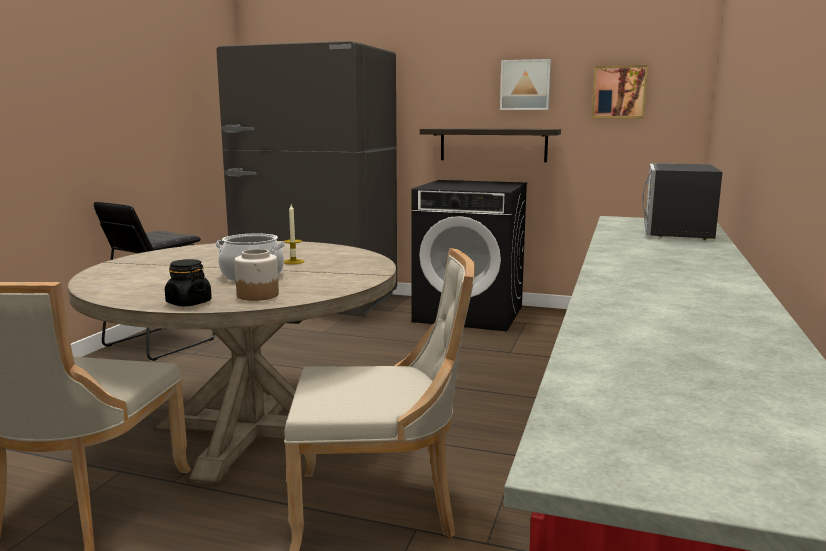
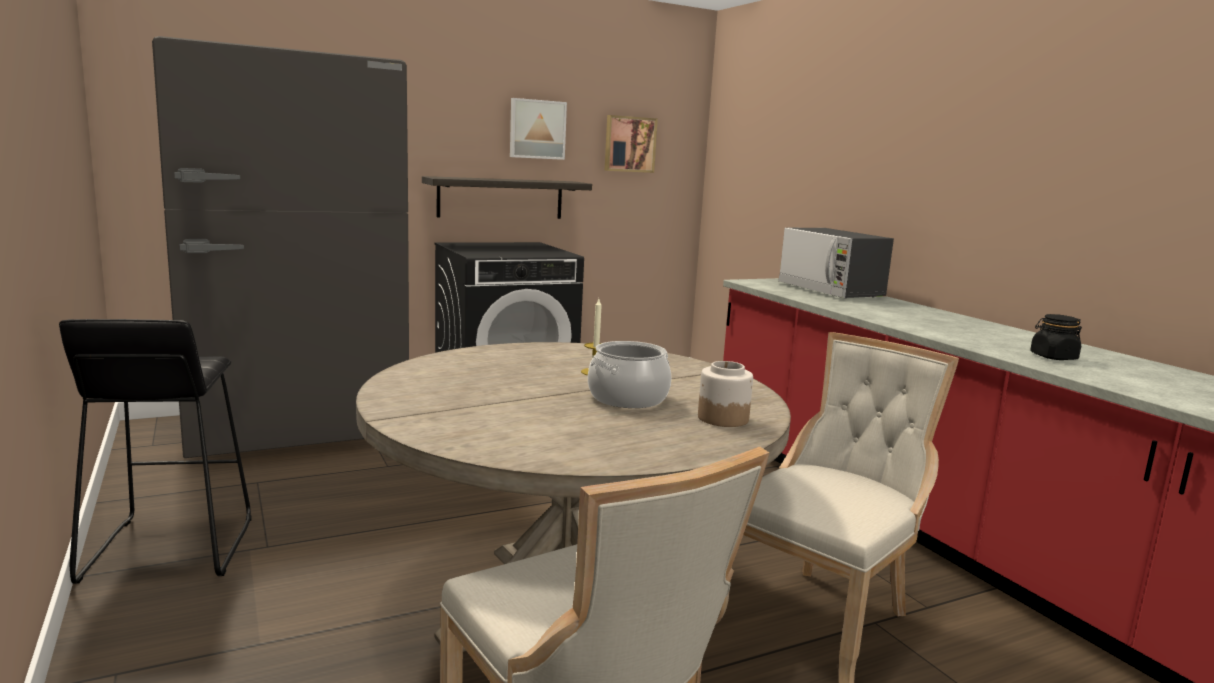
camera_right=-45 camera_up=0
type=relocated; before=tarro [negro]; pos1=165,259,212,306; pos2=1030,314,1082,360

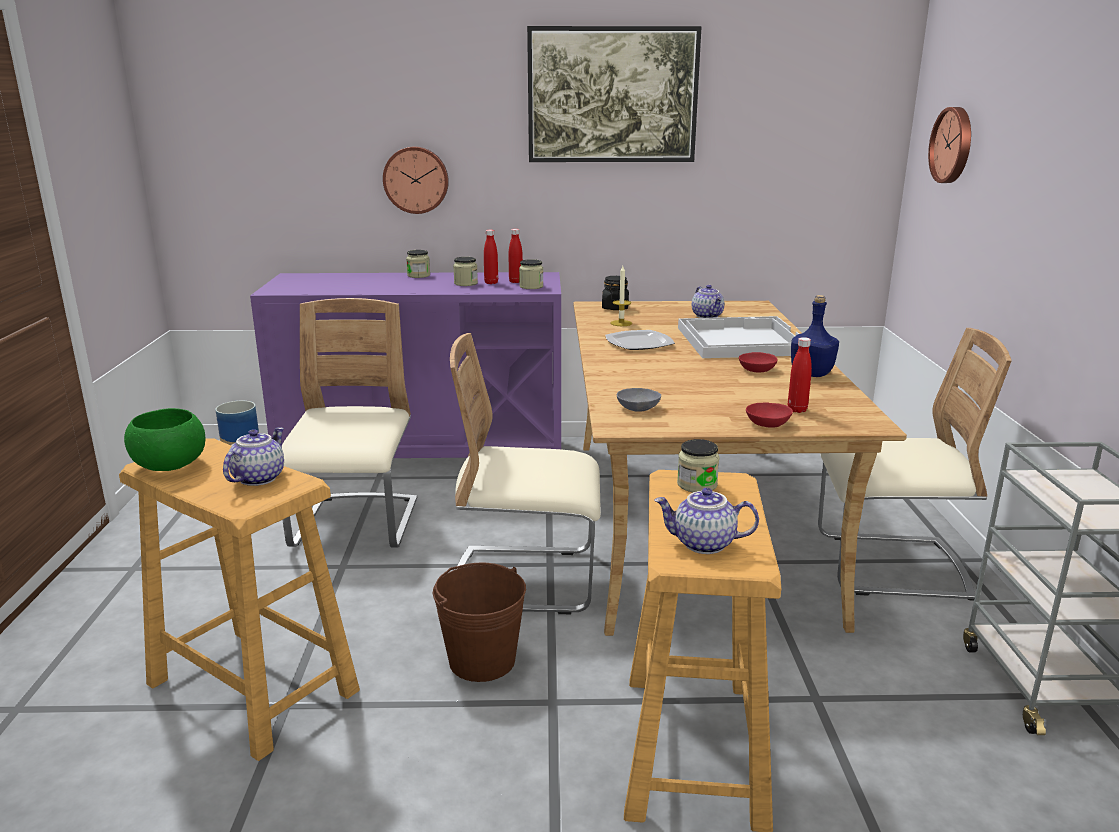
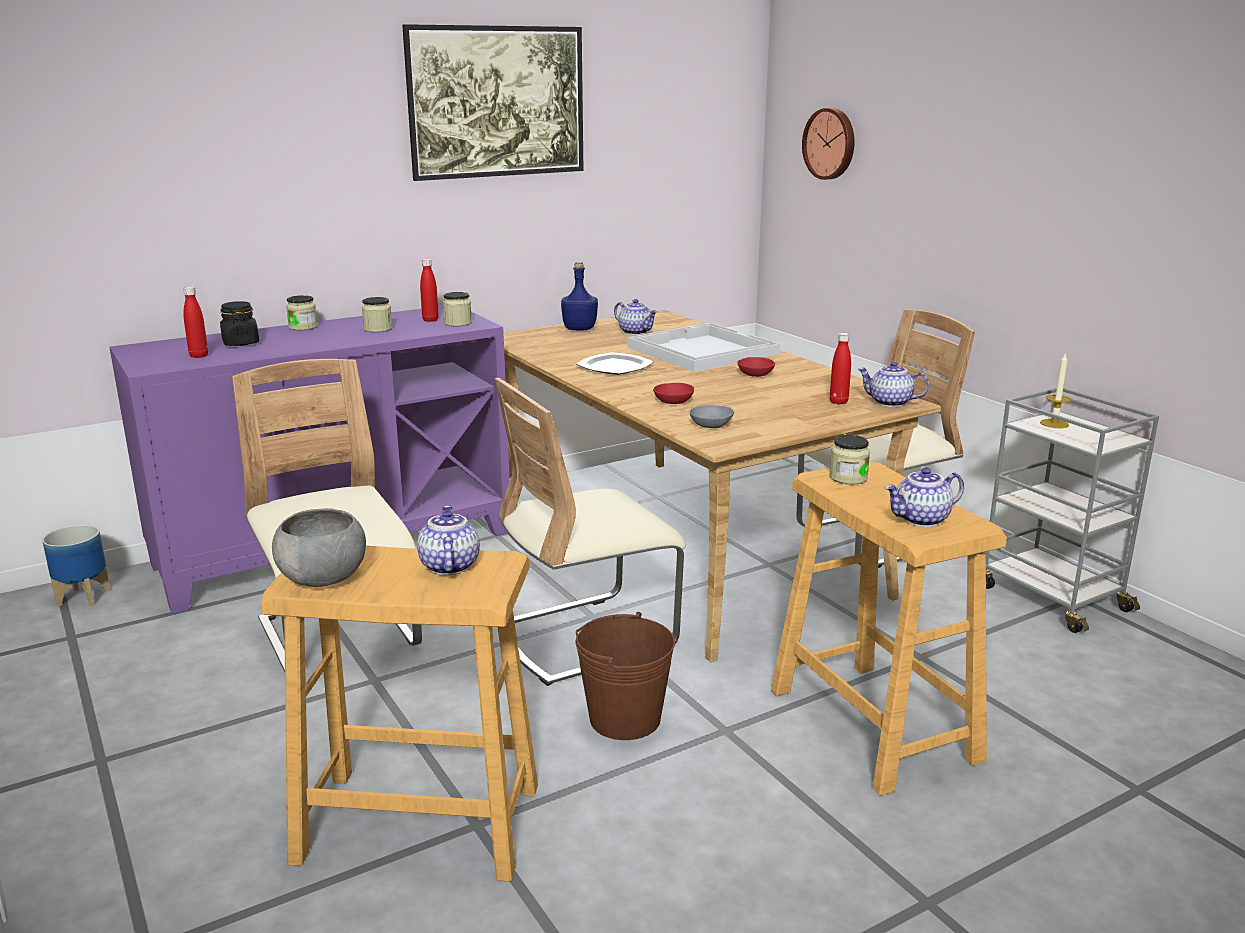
camera_right=-30 camera_up=0
type=colour; before=cuenco [verde]; after=cuenco [gris]; pos1=124,408,206,471; pos2=272,508,366,587
type=missing; before=reloj de pared; pos1=383,147,449,214
type=relocated; before=botella [rojo]; pos1=484,230,498,284; pos2=183,287,208,358
type=relocated; before=tarro [negro]; pos1=602,276,629,310; pos2=220,301,259,346
type=relocated; before=vela; pos1=611,266,632,326; pos2=1040,353,1071,428
type=relocated; before=cuenco [rojo]; pos1=746,402,793,428; pos2=653,383,694,404
type=relocated; before=botella [azul]; pos1=791,295,839,377; pos2=561,262,598,331
type=appeared; after=tetera; pos2=858,362,929,407

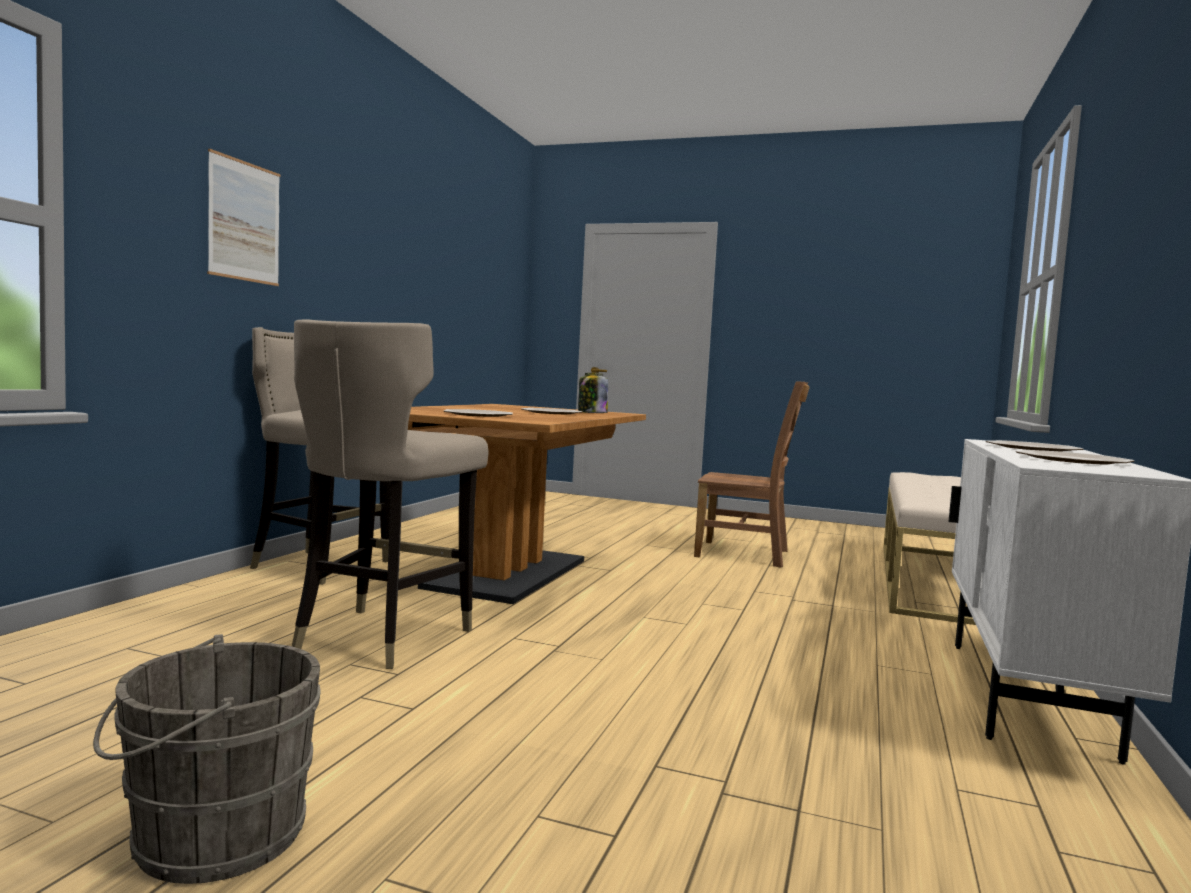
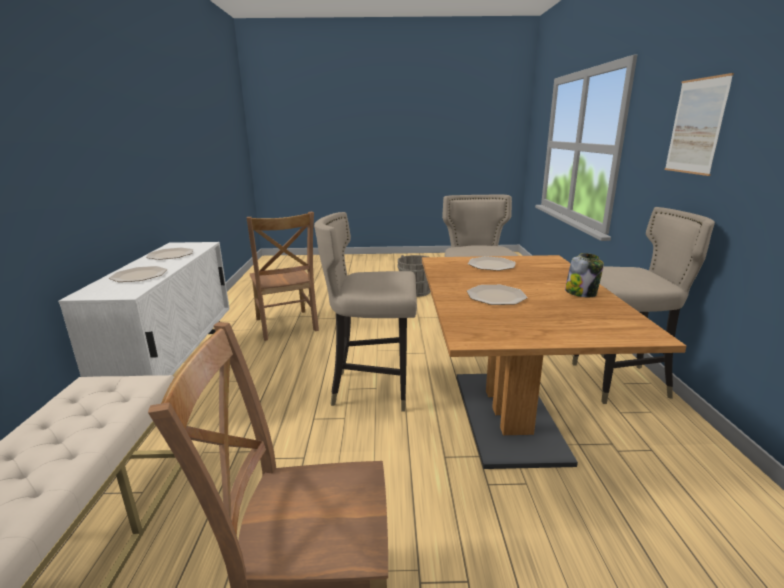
camera_right=160 camera_up=15
type=relocated; before=tarro; pos1=578,373,608,413; pos2=565,253,604,297
type=appeared; after=silla [marrón]; pos2=247,212,319,341
type=appeared; after=taburete [beis]; pos2=314,212,417,412

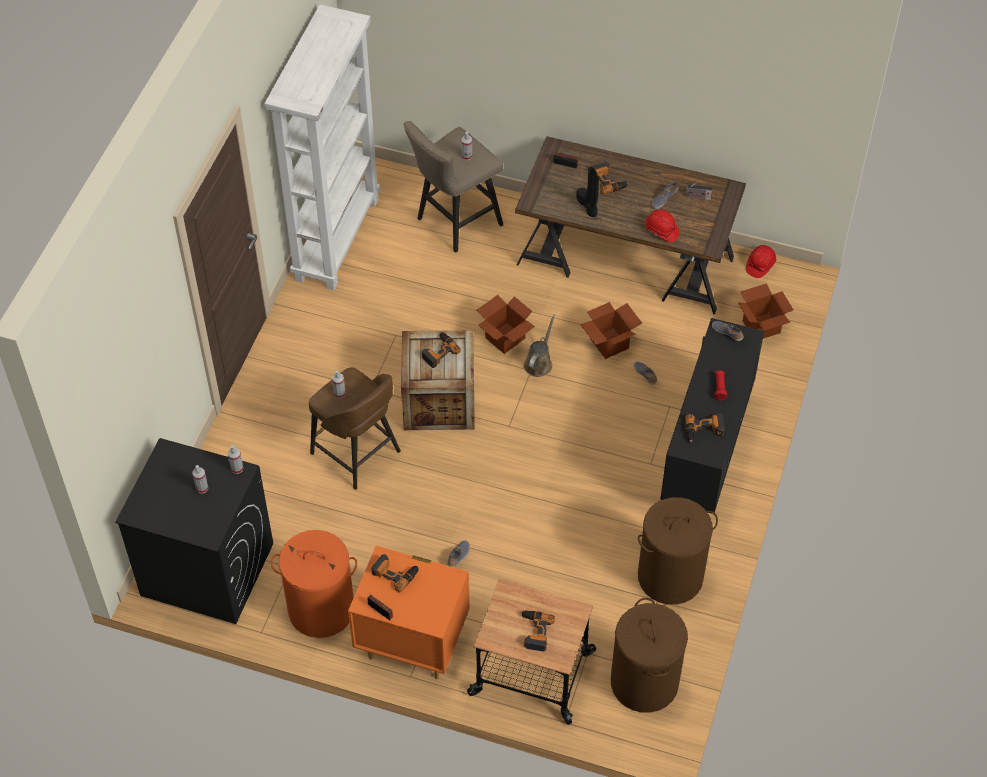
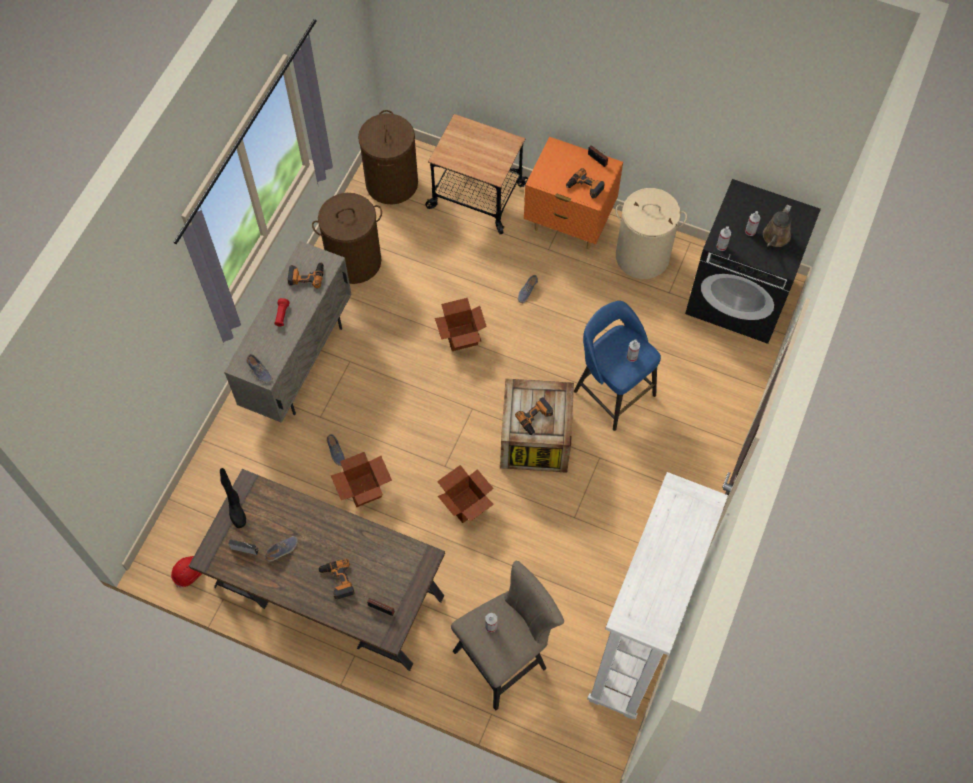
camera_right=-175 camera_up=10
type=colour; before=cesto de la ropa [naranja]; after=cesto de la ropa [beis]; pos1=271,530,357,638; pos2=616,188,687,279
type=colour; before=taburete [marrón]; after=taburete [azul]; pos1=309,367,401,490; pos2=574,301,661,431
type=missing; before=taladro; pos1=520,611,555,652
type=relocated; before=regadera [marrón]; pos1=524,314,555,377; pos2=763,204,792,247
type=relocated; before=bota [negro]; pos1=576,167,599,217; pos2=220,468,246,528
type=missing; before=casco [rojo]; pos1=645,210,680,243
type=colour; before=armario [negro]; after=armario [beis]; pos1=660,318,764,513; pos2=224,241,352,423
type=relocated; before=caja de cartón; pos1=738,283,794,339; pos2=435,298,487,351

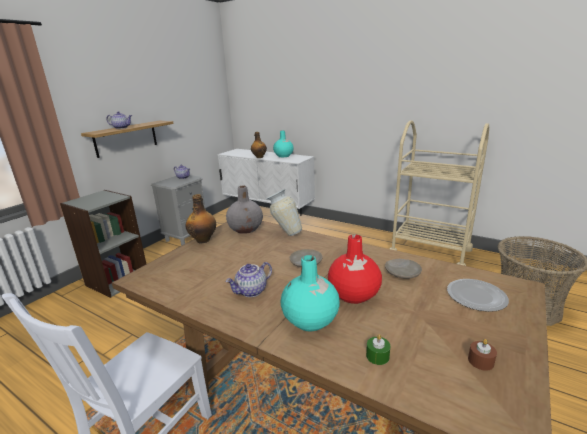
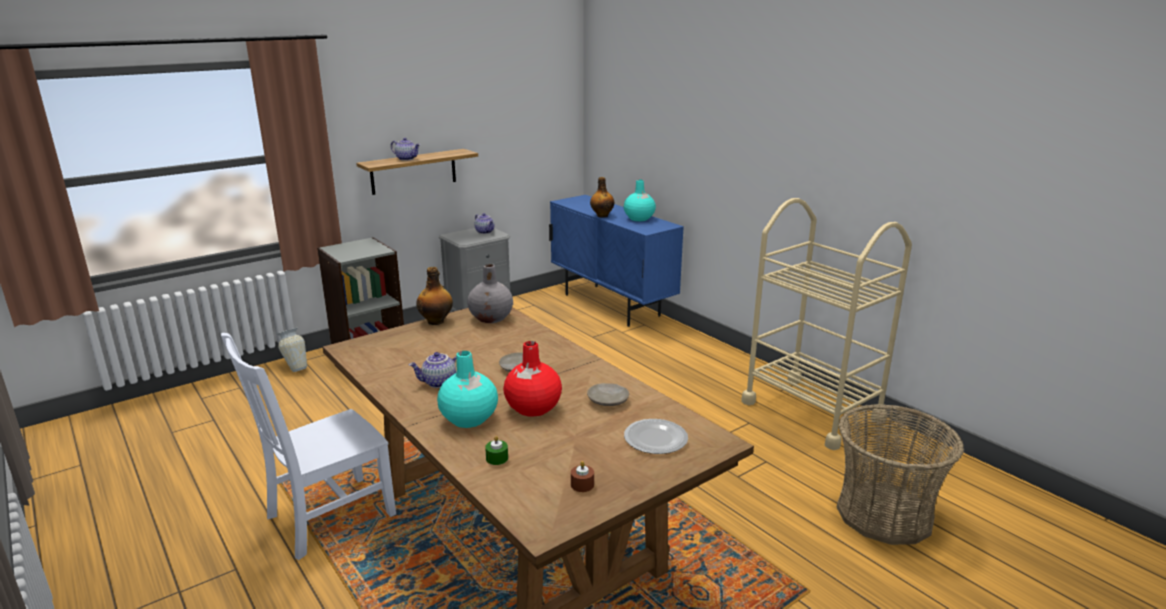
camera_right=20 camera_up=0
type=colour; before=armario [blanco]; after=armario [azul]; pos1=218,149,315,216; pos2=549,195,684,327
type=relocated; before=florero; pos1=266,188,302,236; pos2=276,328,307,372

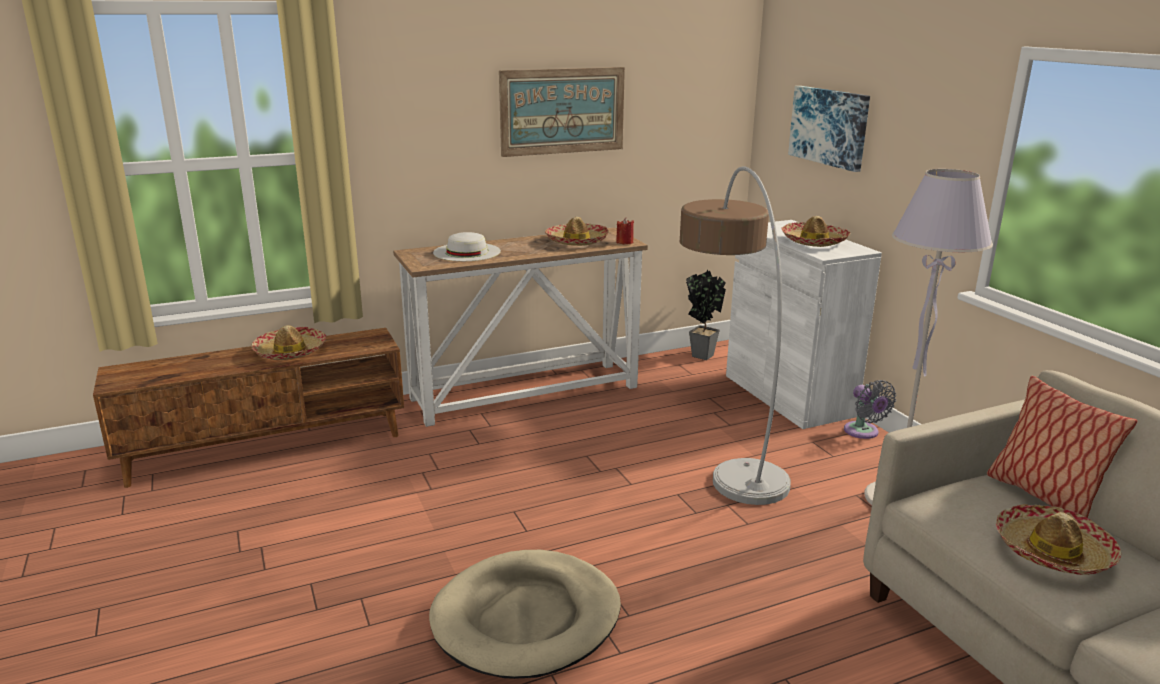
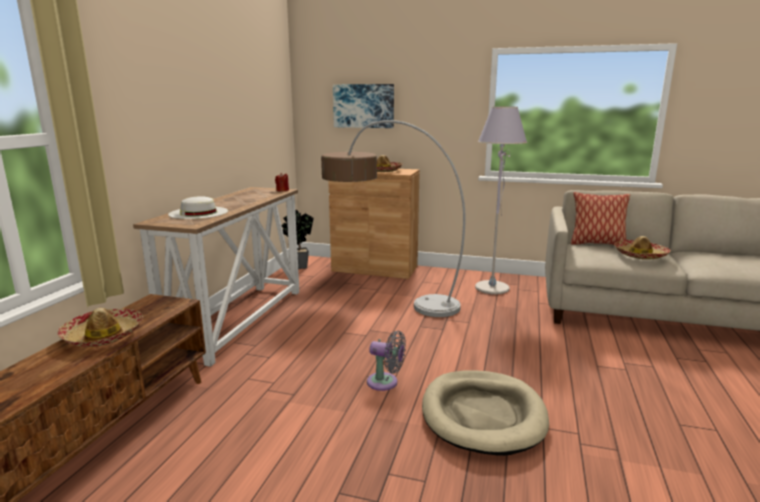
camera_right=-50 camera_up=-5
type=missing; before=cuadro; pos1=499,67,625,157
type=missing; before=sombrero; pos1=545,217,609,246
type=colour; before=armario [blanco]; after=armario [marrón]; pos1=726,220,882,429; pos2=328,169,420,279
type=relocated; before=ventilador [gris]; pos1=844,380,897,439; pos2=367,331,406,391

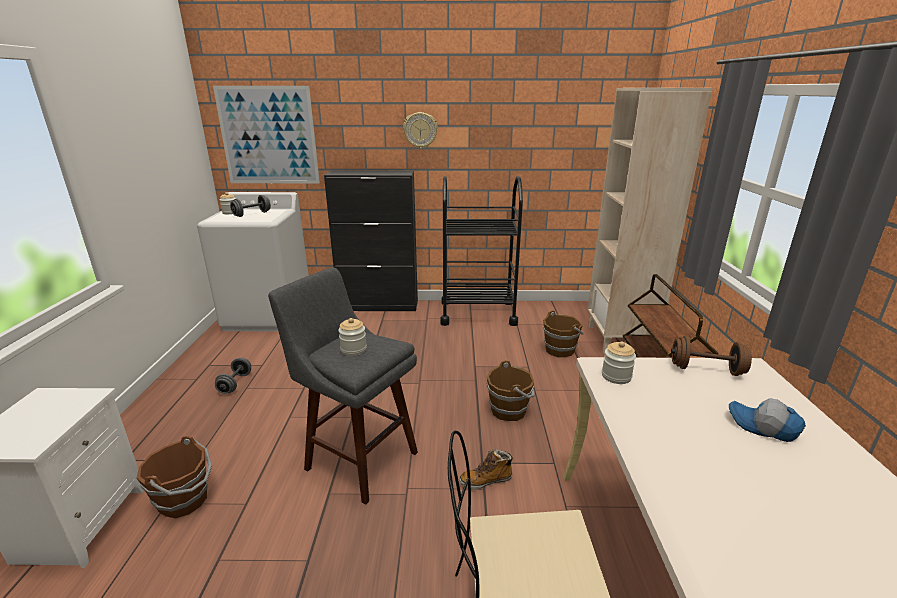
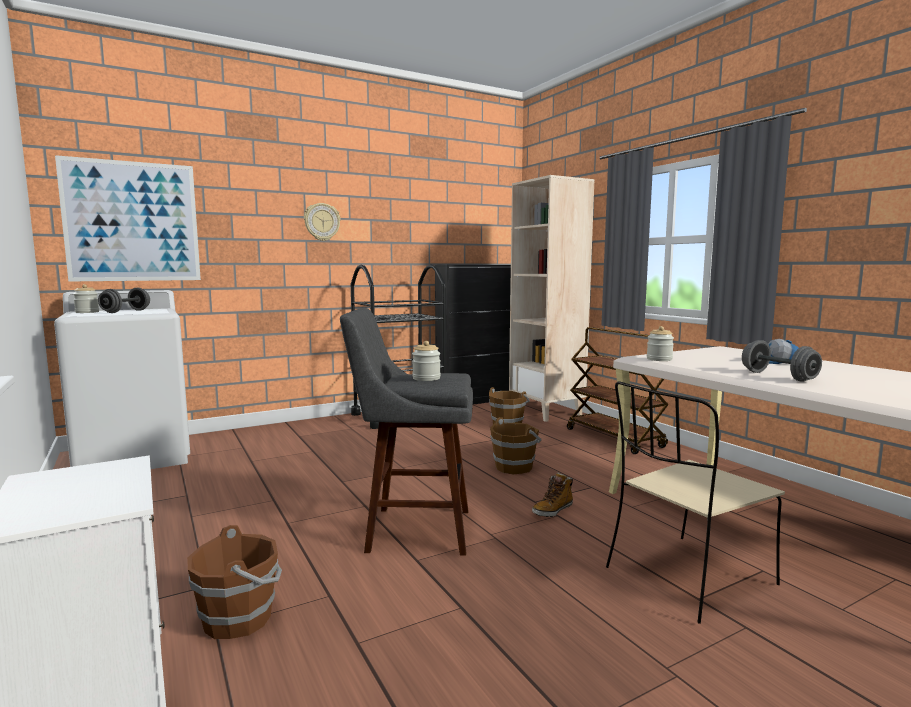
camera_right=-30 camera_up=-15
type=relocated; before=mancuerna [gris]; pos1=215,358,251,394; pos2=742,340,822,382
type=relocated; before=armario [negro]; pos1=324,171,418,311; pos2=435,265,511,405
type=missing; before=mancuerna [marrón]; pos1=671,336,752,376

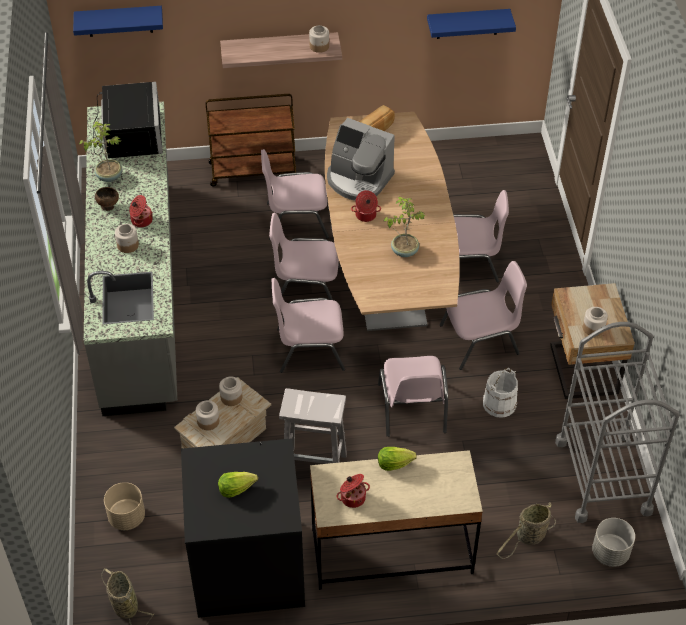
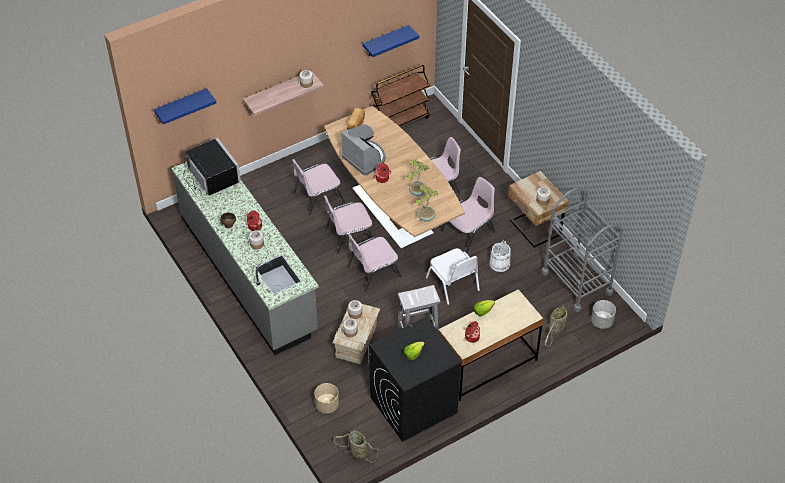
camera_right=-25 camera_up=0
type=relocated; before=planta en maceta; pos1=79,121,122,182; pos2=415,184,438,222
type=relocated; before=carrito [marrón]; pos1=206,94,297,186; pos2=371,65,430,126
type=spun; before=cafetera; pos1=327,118,395,201; pos2=341,124,385,175; turn=-135
type=colour; before=silla [rosa]; after=silla [blanco]; pos1=378,356,448,437; pos2=426,248,480,305

